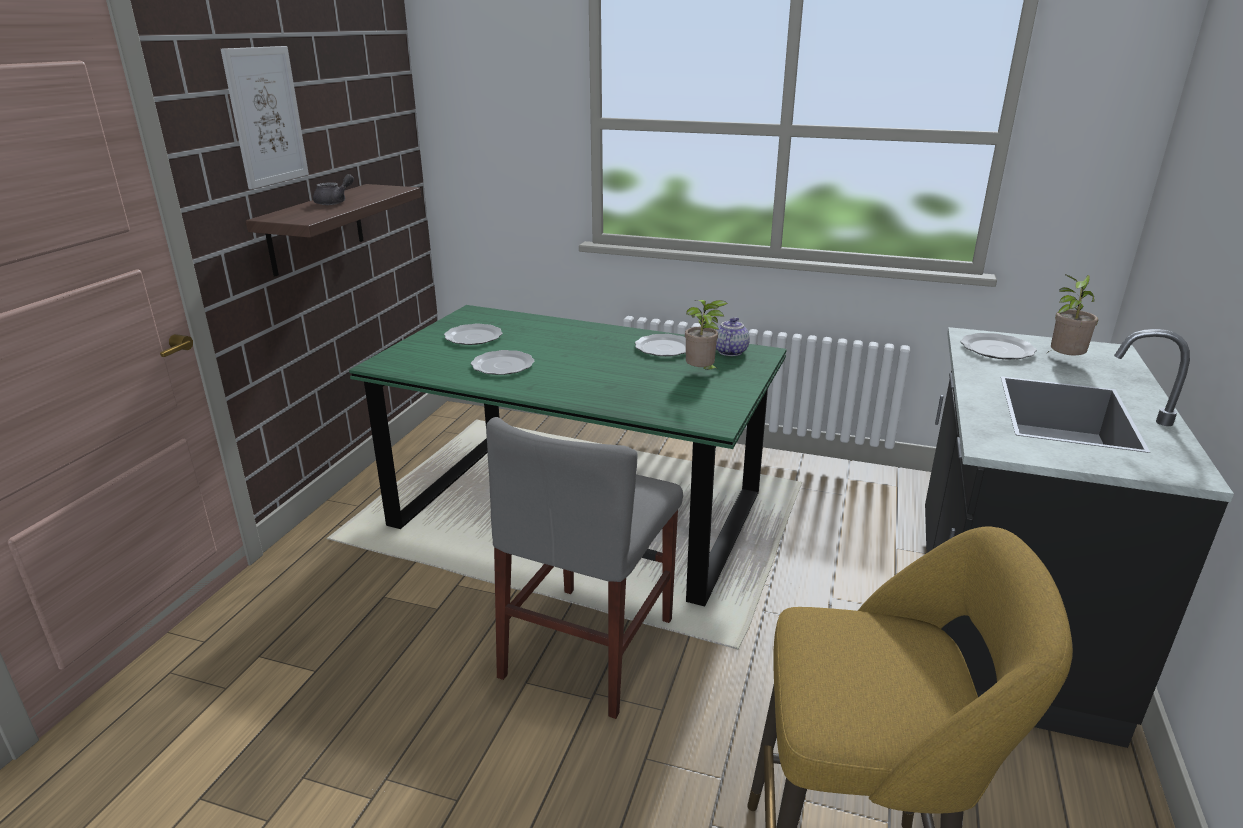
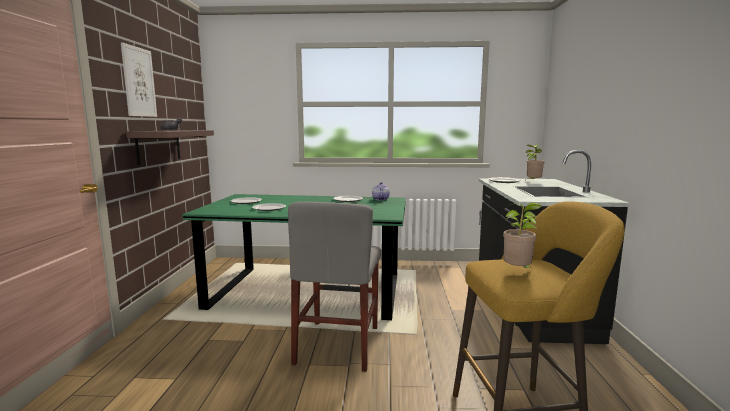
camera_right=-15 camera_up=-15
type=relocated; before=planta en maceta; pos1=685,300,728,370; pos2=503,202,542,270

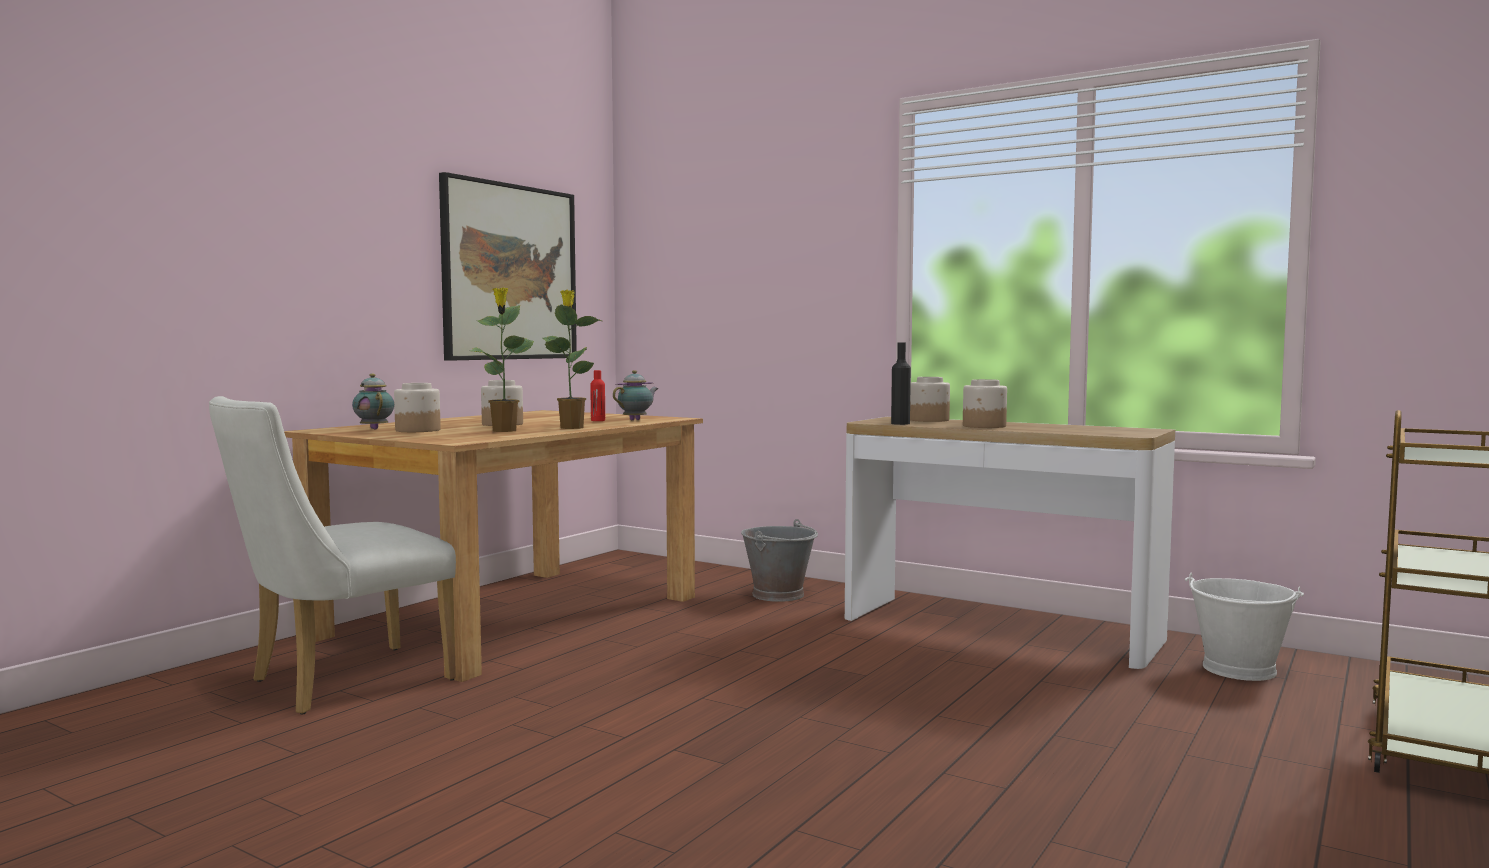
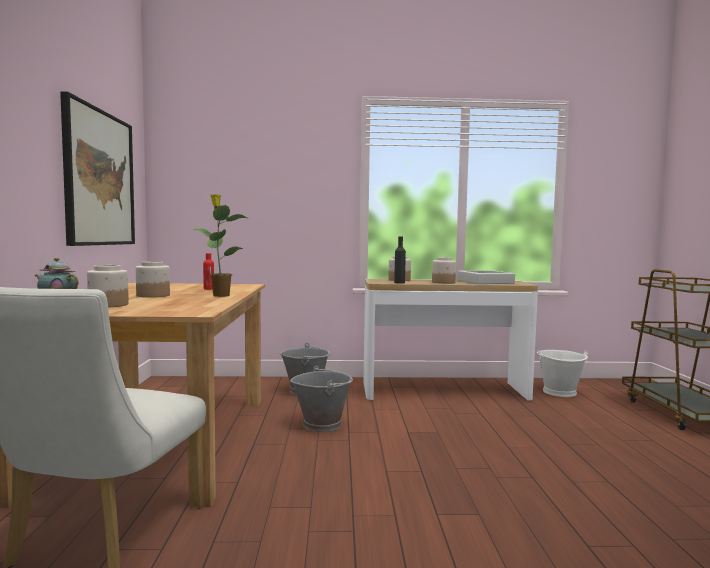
camera_right=-35 camera_up=0
type=missing; before=planta en maceta; pos1=470,288,534,432
type=missing; before=tetera; pos1=613,370,658,420
type=appeared; after=cubo [gris]; pos2=290,366,353,432
type=appeared; after=bandeja [gris]; pos2=457,270,515,284

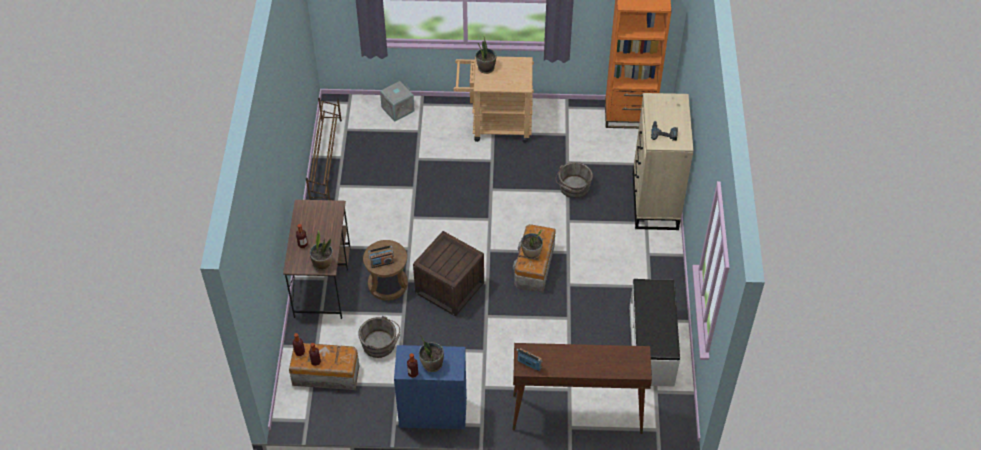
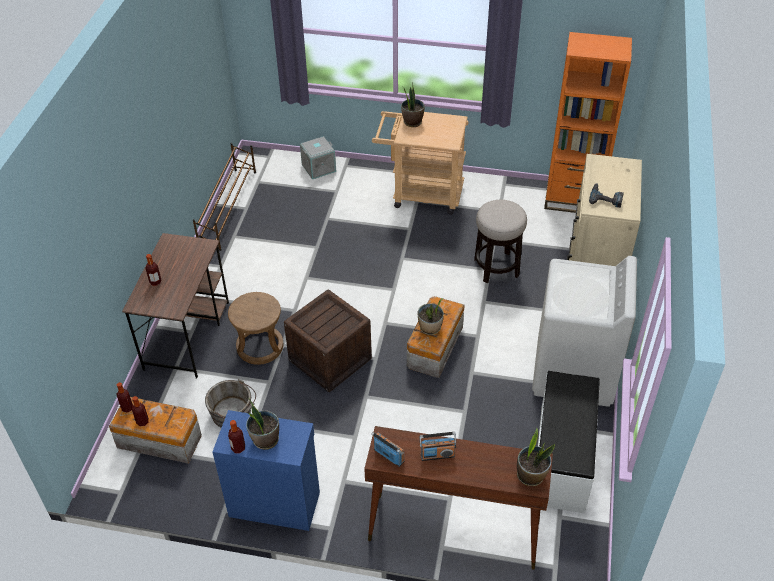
camera_right=10 camera_up=-5
type=relocated; before=planta en maceta; pos1=310,230,333,271; pos2=517,428,555,486
type=relocated; before=radio; pos1=368,245,394,268; pos2=420,432,457,461
type=exchanged; before=cubo [gris]; after=taburete; pos1=556,162,593,199; pos2=474,200,527,283
type=appeared; after=lavadora [blanco]; pos2=532,256,637,407

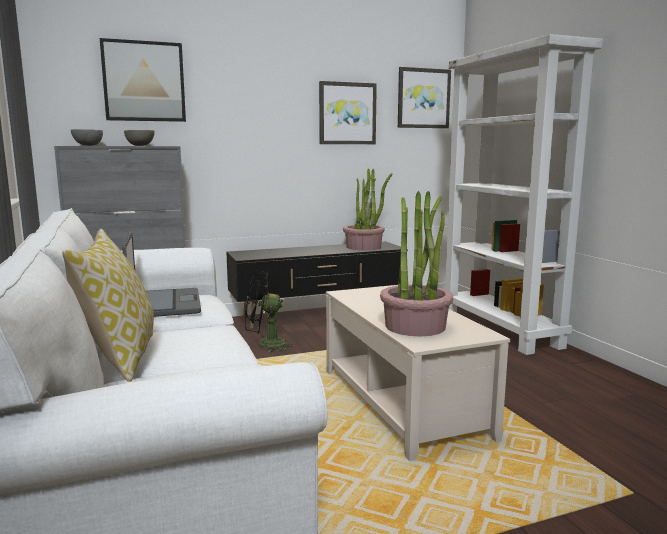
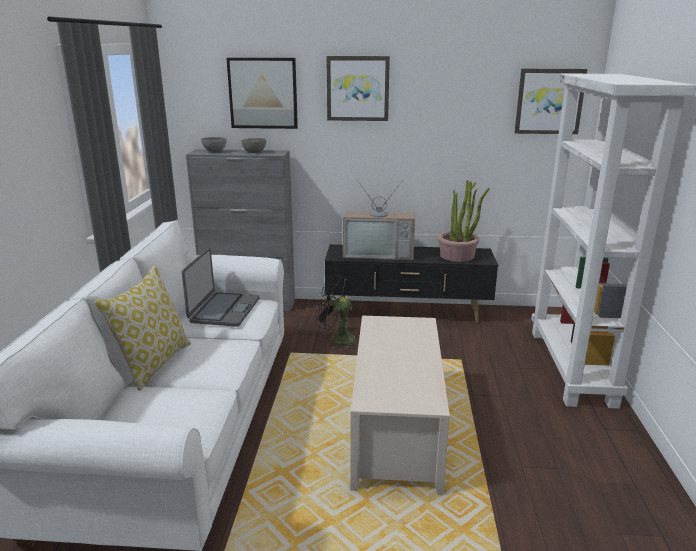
camera_right=25 camera_up=10
type=relocated; before=cuadro; pos1=319,81,377,144; pos2=326,56,390,121
type=missing; before=planta en maceta; pos1=380,191,453,336
type=appeared; after=televisor; pos2=343,179,415,260

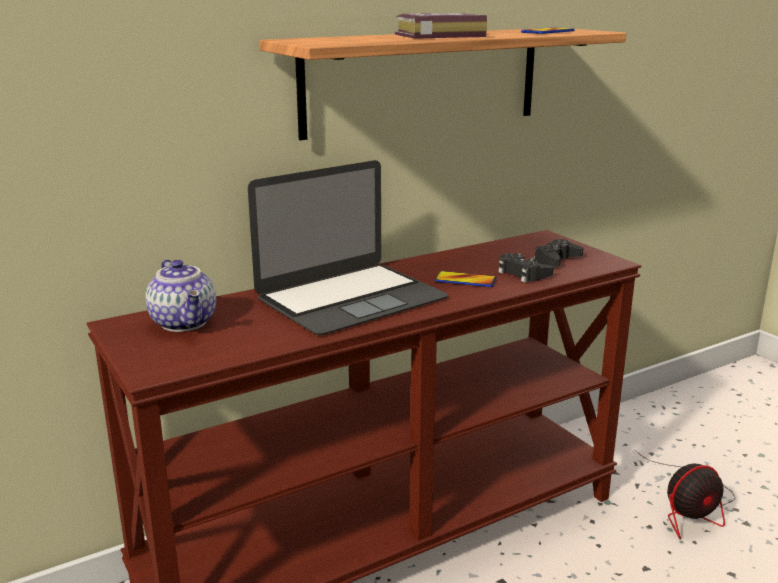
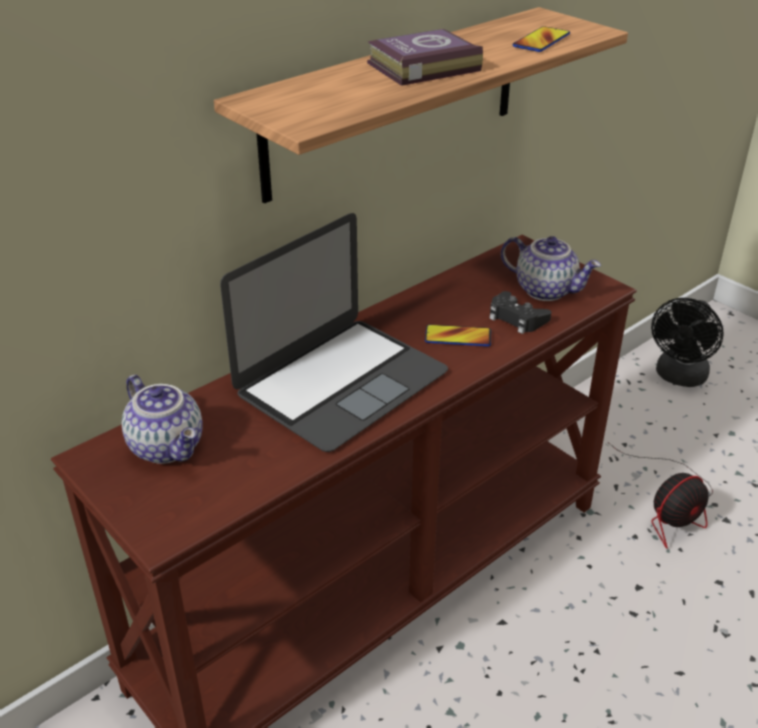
camera_right=-10 camera_up=15
type=exchanged; before=mando de consola [negro]; after=tetera; pos1=534,239,584,266; pos2=501,236,601,301
type=appeared; after=ventilador [negro]; pos2=651,298,724,387

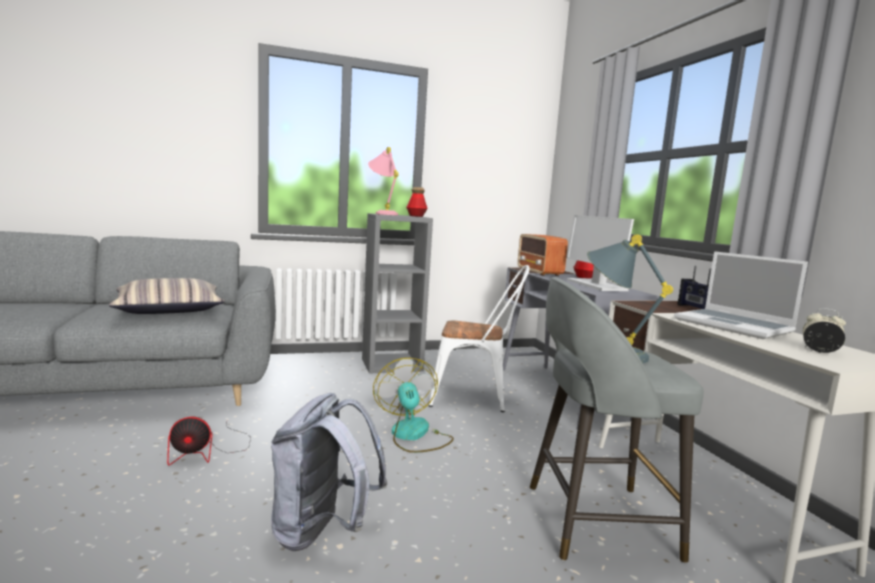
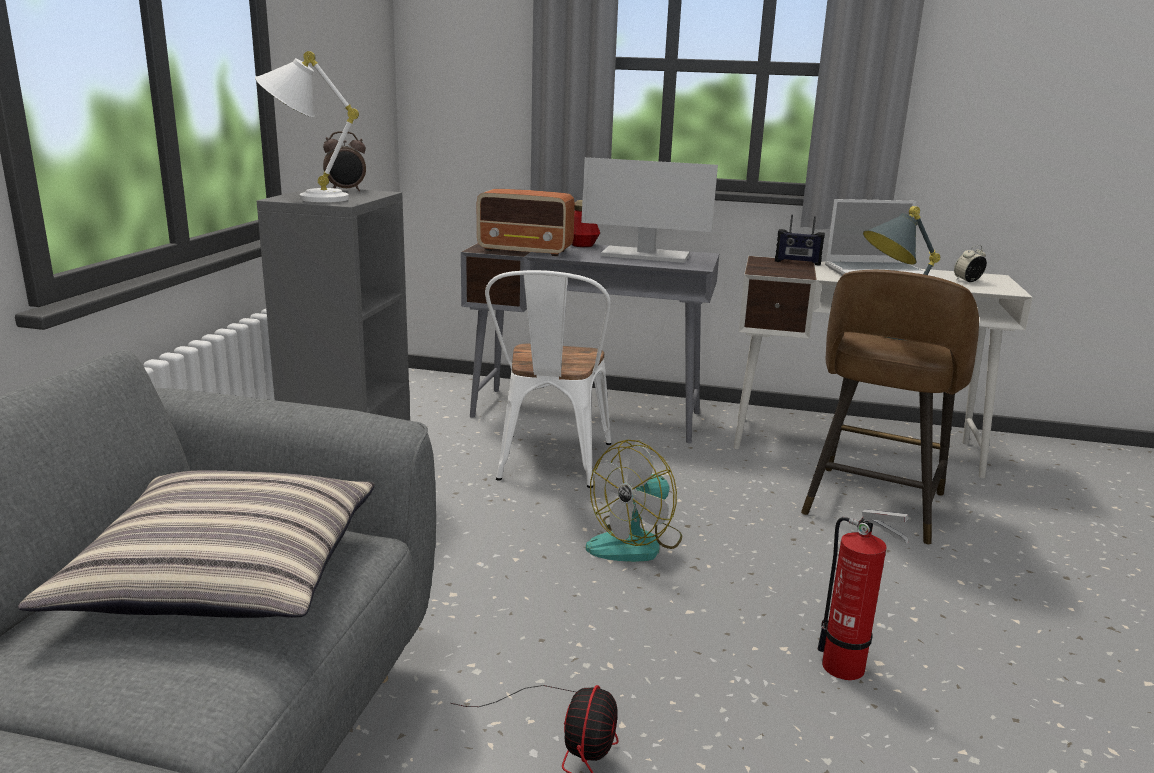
camera_right=-60 camera_up=10
type=exchanged; before=mochila [gris]; after=extintor; pos1=271,393,388,551; pos2=818,509,909,680
type=colour; before=lámpara de mesa [rosa]; after=lámpara de mesa [blanco]; pos1=368,147,399,215; pos2=255,51,359,203
type=spun; before=ventilador; pos1=373,358,454,453; pos2=586,440,682,562; turn=-60
type=exchanged; before=botella; after=despertador; pos1=406,187,428,217; pos2=323,131,366,191
type=spun; before=silla [blanco]; pos1=429,265,529,412; pos2=485,270,611,488; turn=150
type=colour; before=taburete [gris]; after=taburete [marrón]; pos1=530,277,704,563; pos2=801,270,979,545

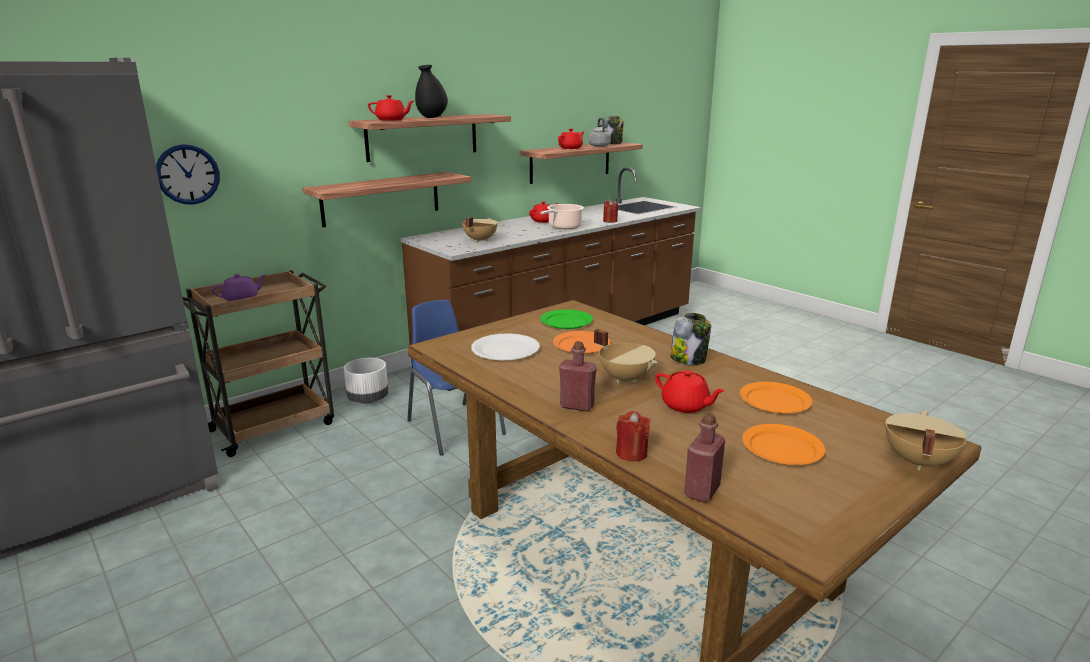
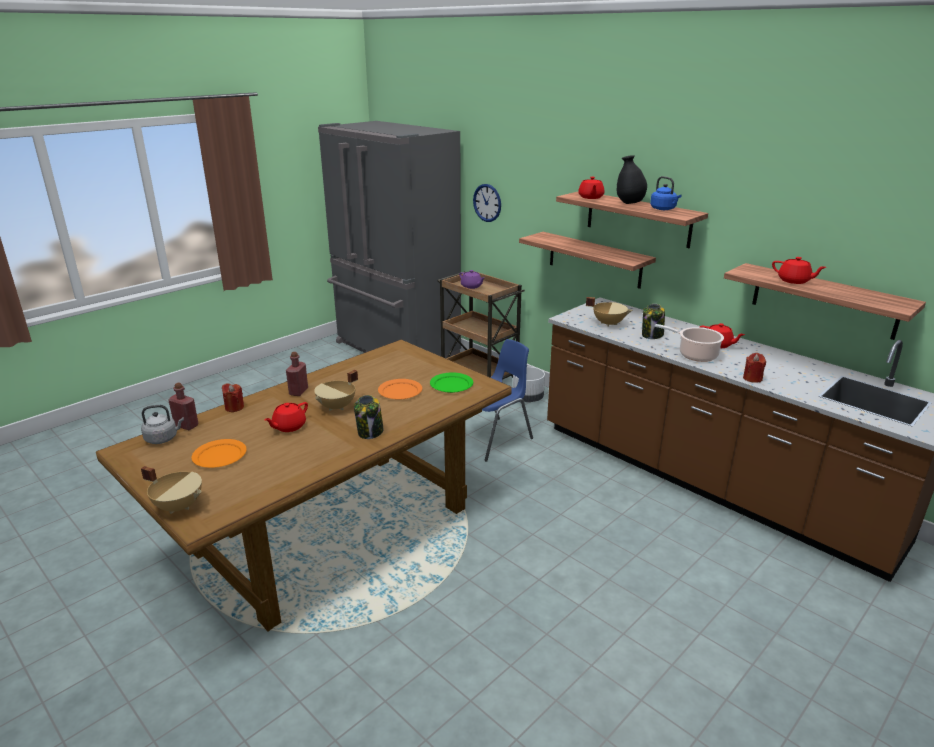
camera_right=85 camera_up=5
type=missing; before=plato [blanco]; pos1=471,333,540,360
type=relocated; before=hervidor [gris]; pos1=589,118,611,147; pos2=141,405,184,444
type=relocated; before=tarro; pos1=605,116,624,144; pos2=642,304,665,339
type=missing; before=plato [naranja]; pos1=740,382,812,414
type=appeared; after=hervidor [azul]; pos2=650,176,681,210

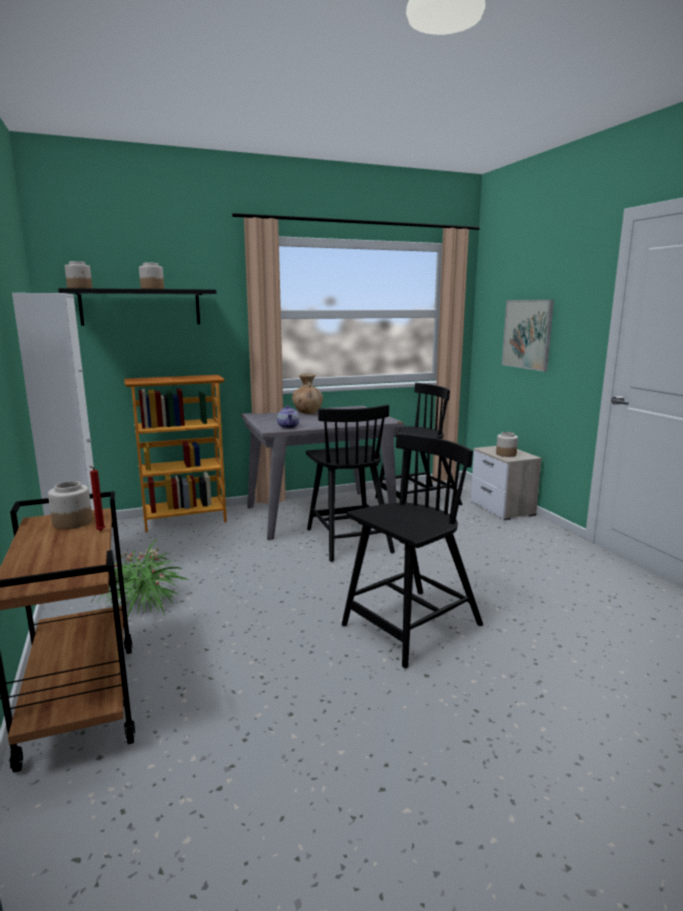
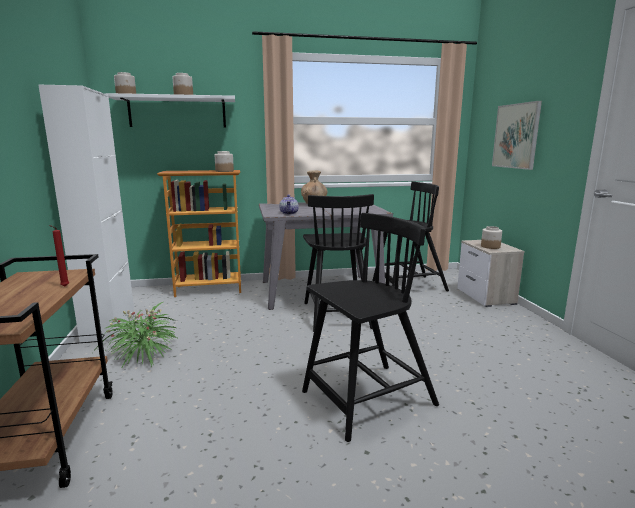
camera_right=10 camera_up=0
type=relocated; before=tarro; pos1=48,481,92,529; pos2=214,151,234,172
type=colour; before=estante [negro]; after=estante [blanco]; pos1=58,288,216,326; pos2=105,93,235,128

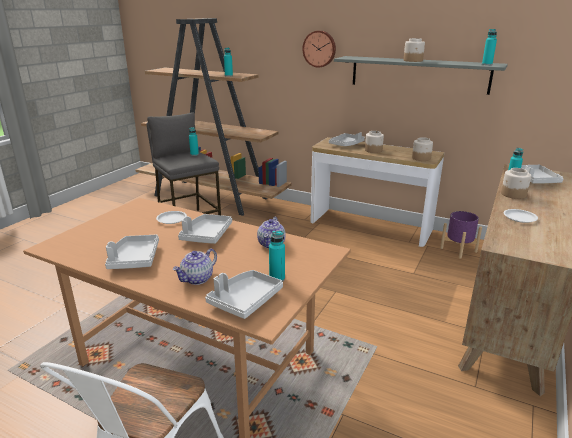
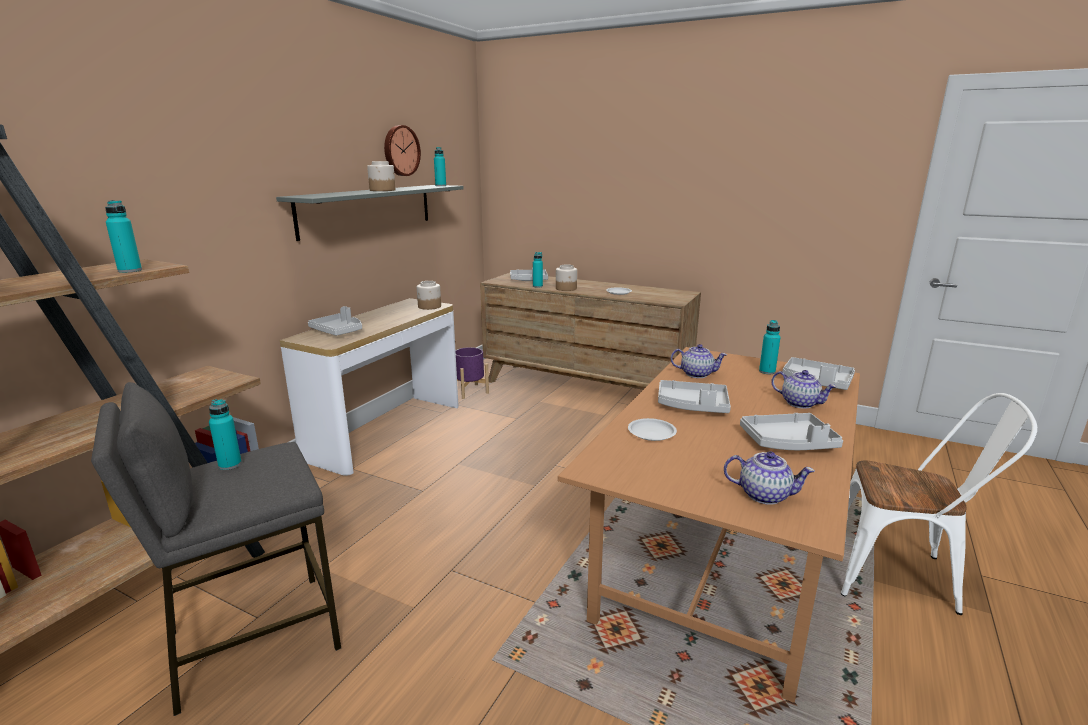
camera_right=-90 camera_up=-5
type=relocated; before=reloj de pared; pos1=302,30,336,68; pos2=384,125,421,176
type=missing; before=tarro; pos1=365,131,384,153
type=appeared; after=tetera; pos2=724,451,815,505

